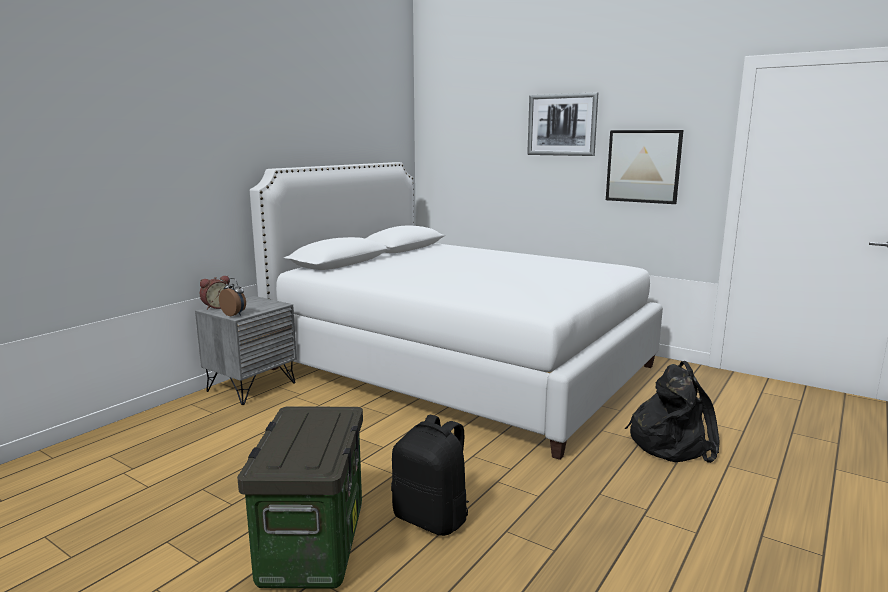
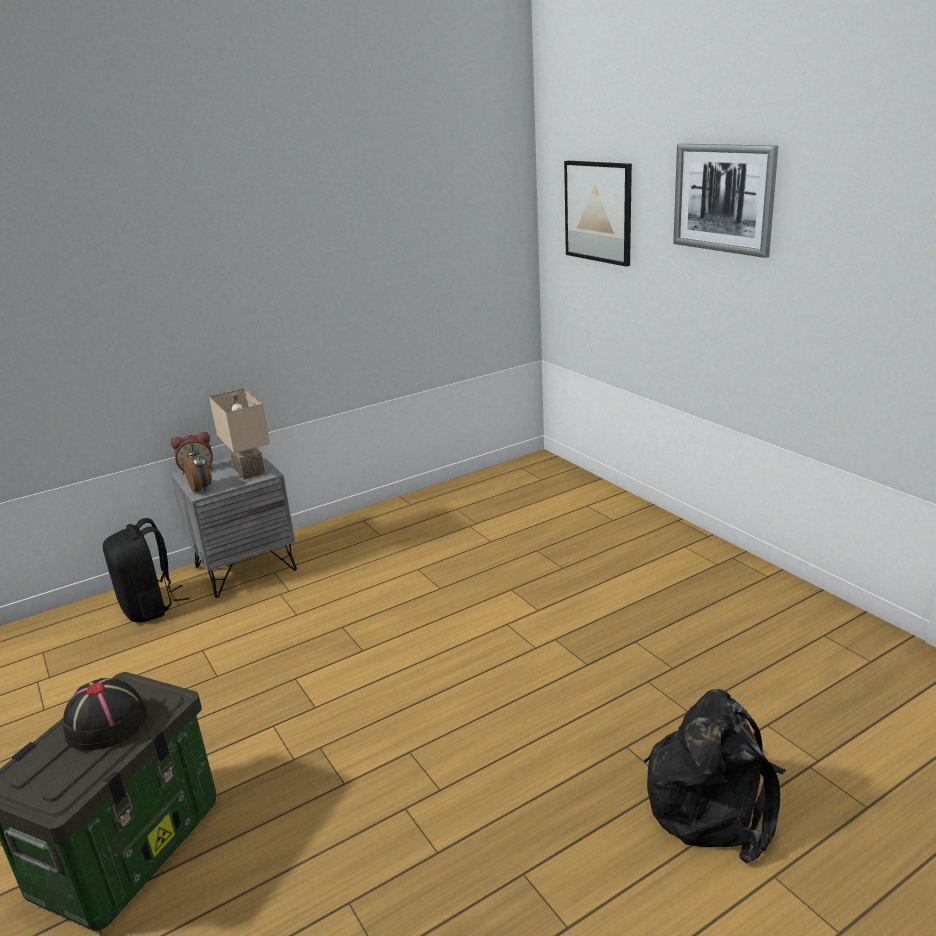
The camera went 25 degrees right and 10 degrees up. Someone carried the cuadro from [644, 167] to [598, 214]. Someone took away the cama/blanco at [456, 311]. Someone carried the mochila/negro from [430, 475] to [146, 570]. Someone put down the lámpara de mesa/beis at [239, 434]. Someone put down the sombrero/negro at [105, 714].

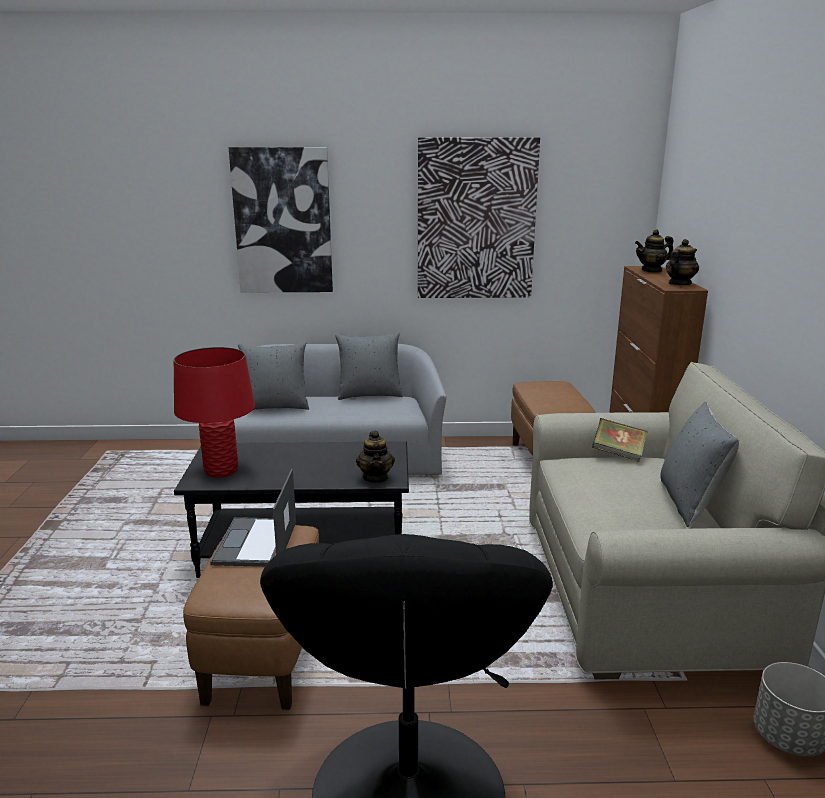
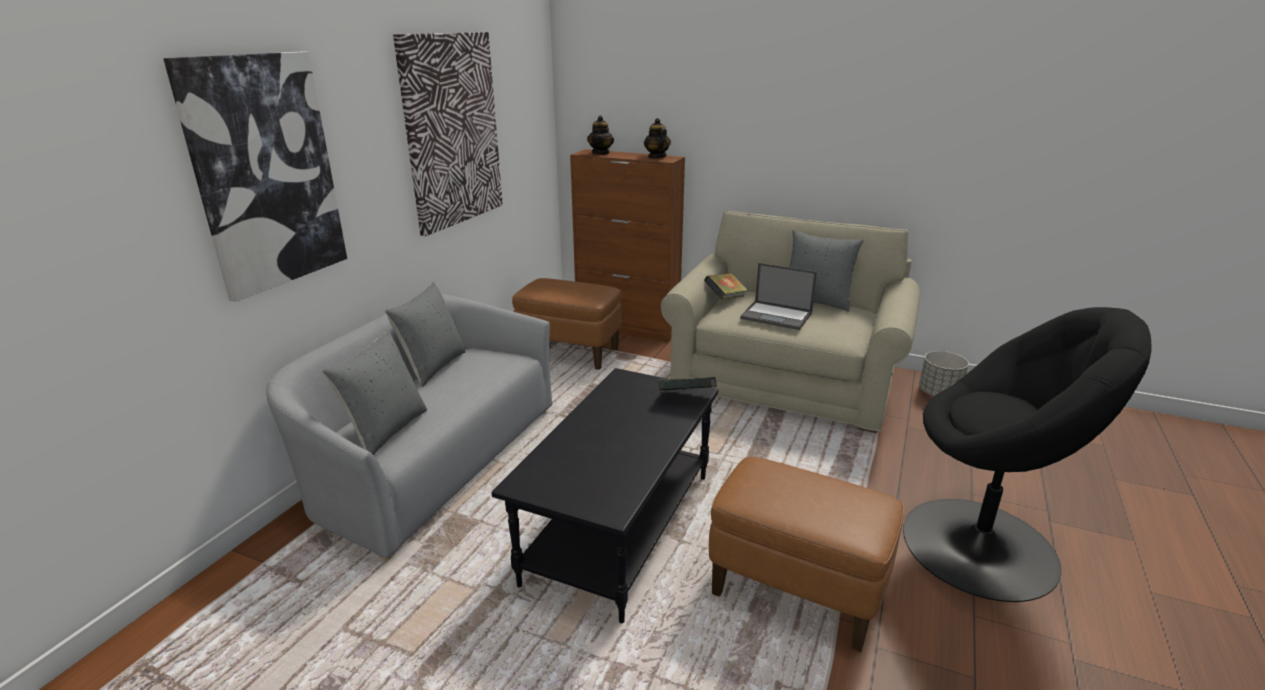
The camera went 65 degrees left and 5 degrees up. Someone took away the lámpara de mesa/rojo at [214, 412]. Someone swapped the tetera at [375, 457] for the libro at [688, 384]. Someone carried the portátil from [253, 518] to [778, 296].

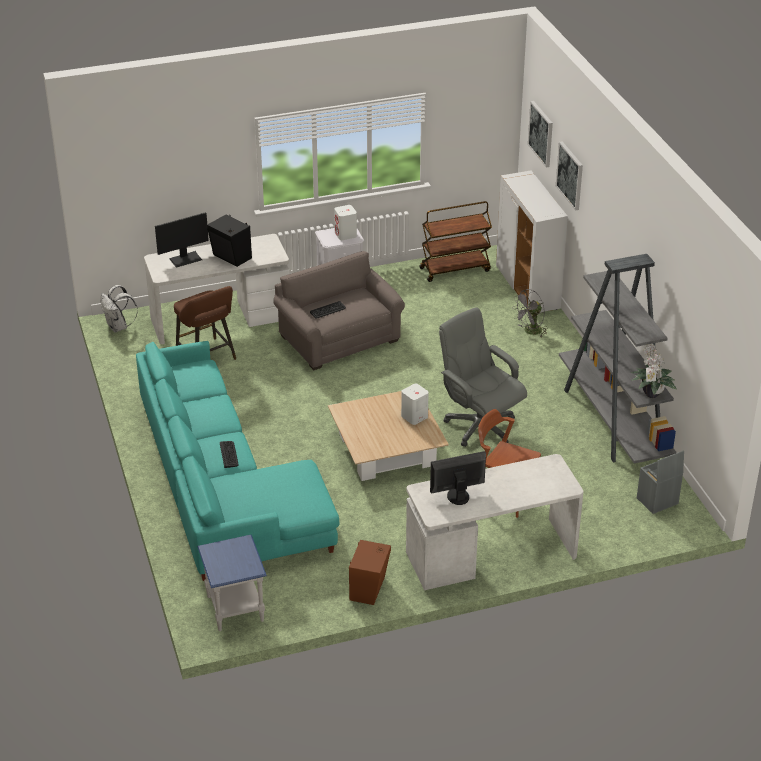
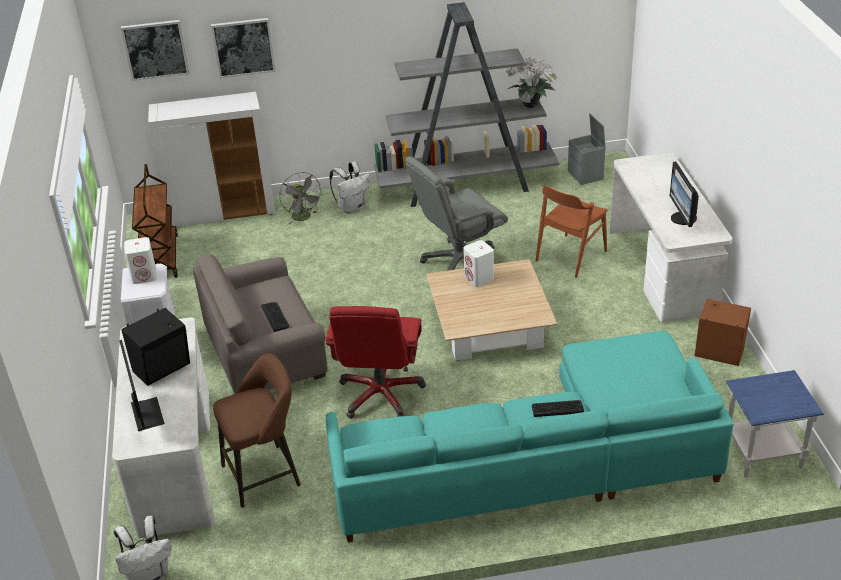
The camera went 80 degrees left and 0 degrees up. Someone put down the mochila/blanco at [350, 187]. Someone put down the silla de oficina/rojo at [375, 362].

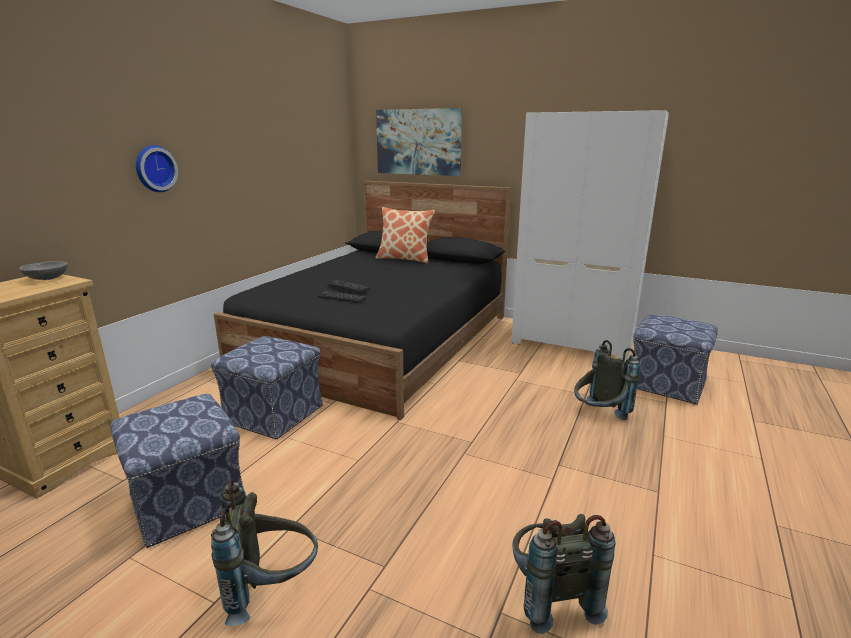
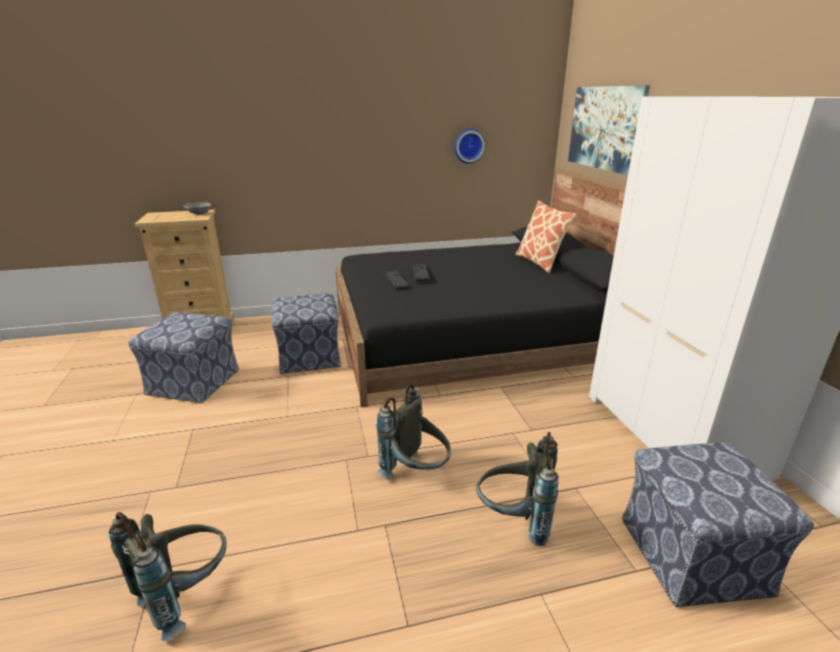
The camera went 50 degrees right and 5 degrees up. Someone carried the reloj de pared from [157, 168] to [469, 146]. Someone carried the mochila/gris from [264, 552] to [413, 431].

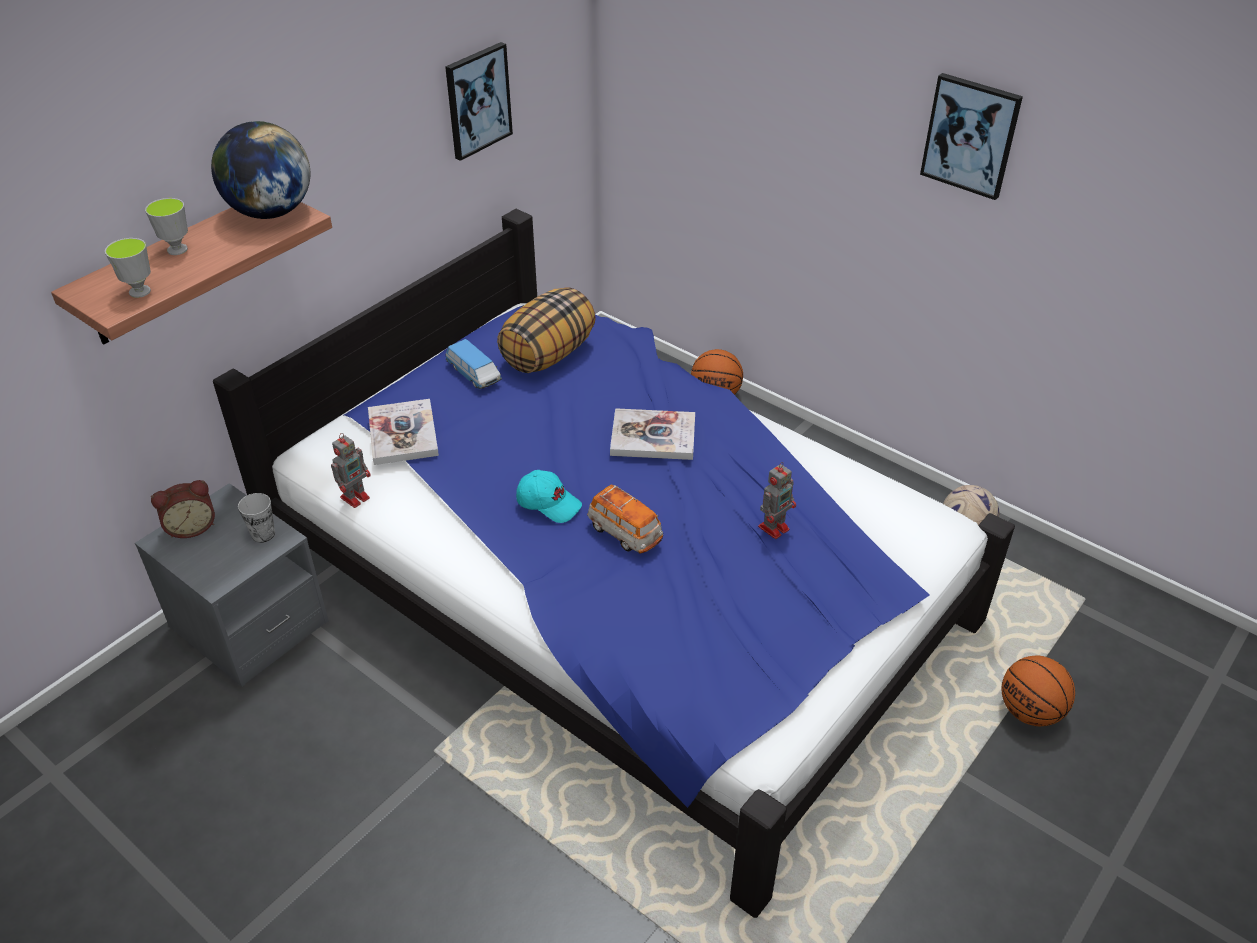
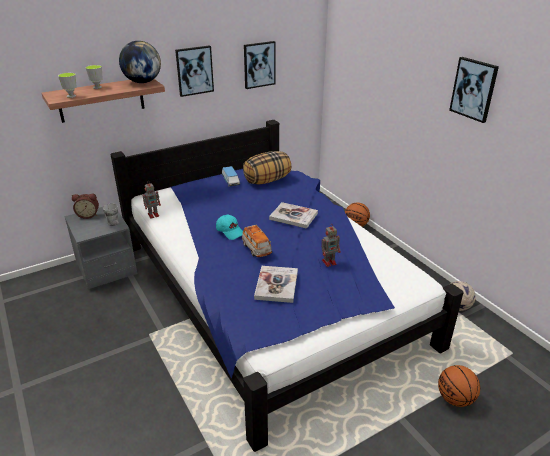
The camera went 20 degrees right and 10 degrees down. Someone carried the libro from [403, 432] to [276, 284]. Someone put up the cuadro at [194, 71].

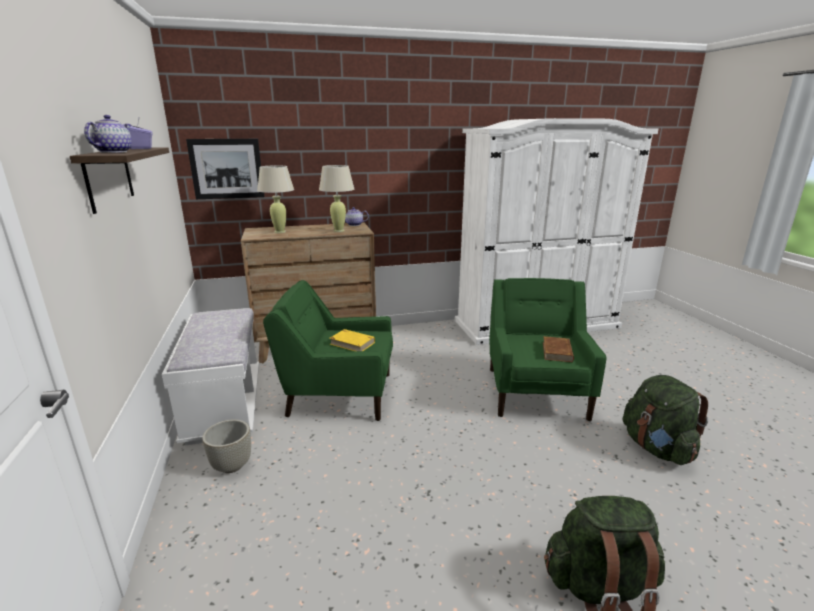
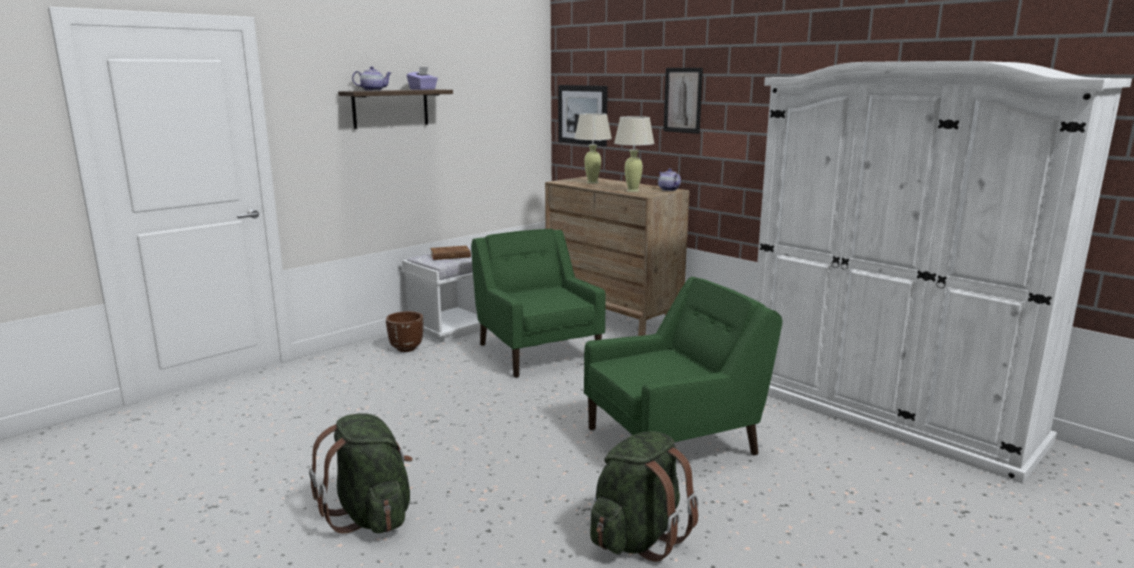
The camera went 60 degrees right and 5 degrees down. Someone took away the libro/amarillo at [352, 340]. Someone carried the libro/marrón from [558, 349] to [451, 253]. Someone repainted the maceta/gris at [226, 446], which became the maceta/marrón at [404, 331]. Someone put up the cuadro at [683, 101].

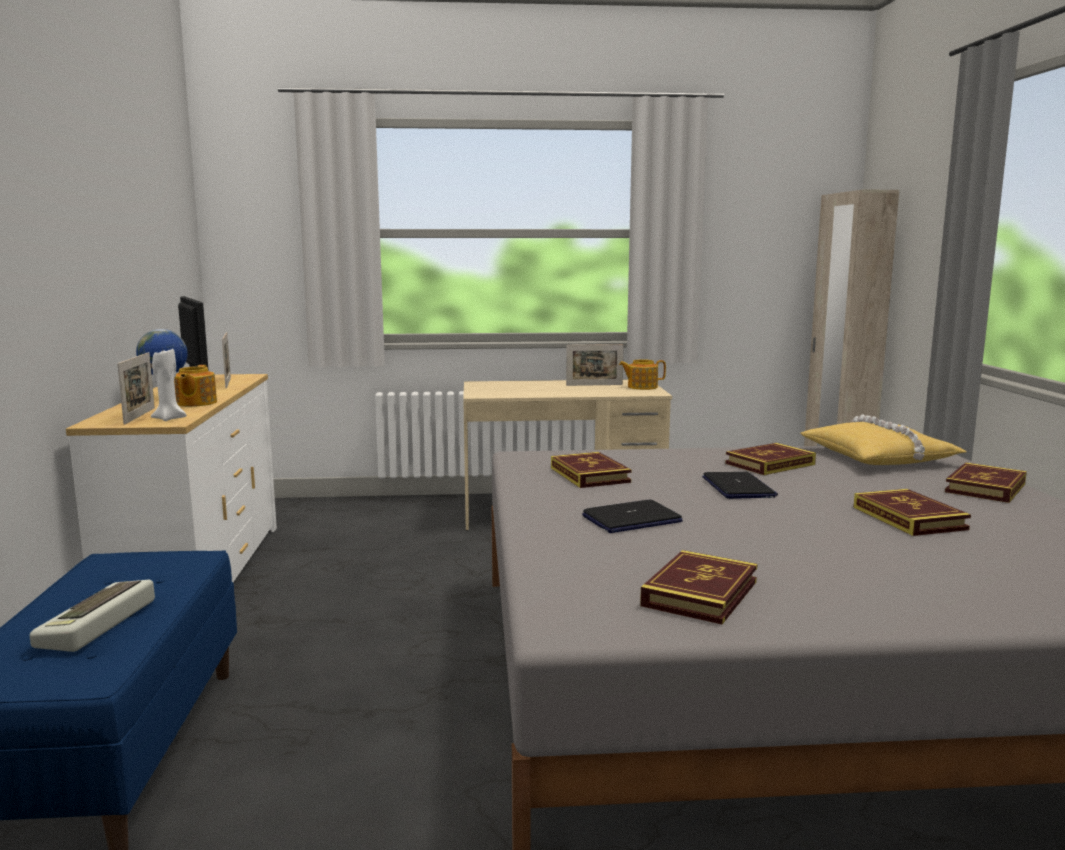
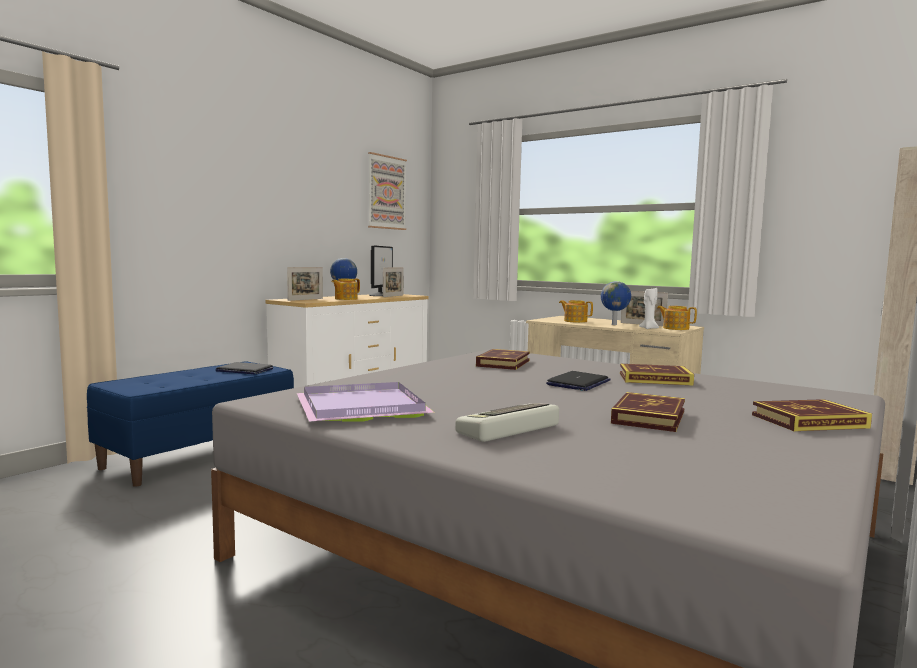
The camera went 40 degrees right and 5 degrees down. Someone carried the vela/blanco from [169, 384] to [649, 308]. Someone took away the cojín/amarillo at [883, 440]. Someone carried the portátil from [632, 516] to [244, 368]. Someone swapped the libro at [699, 587] for the bandeja/morado at [366, 402]. Someone carried the teclado from [92, 616] to [507, 422]. Someone put up the cuadro at [387, 191]. Someone put down the globo terráqueo at [616, 303]. Someone put down the tetera at [576, 311].

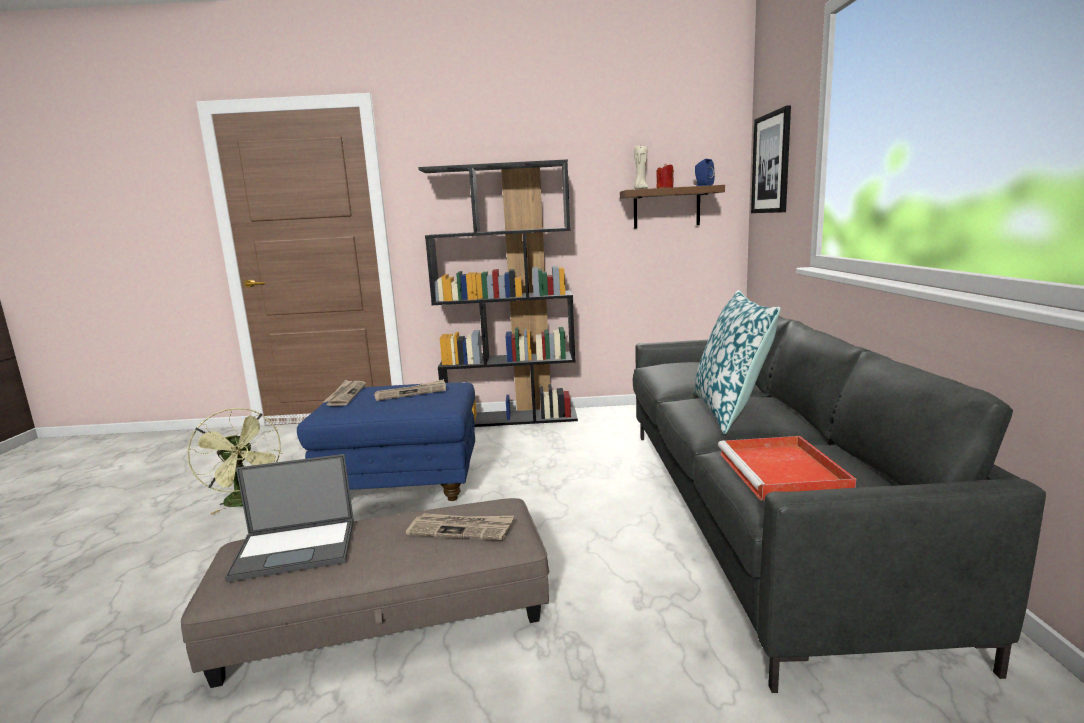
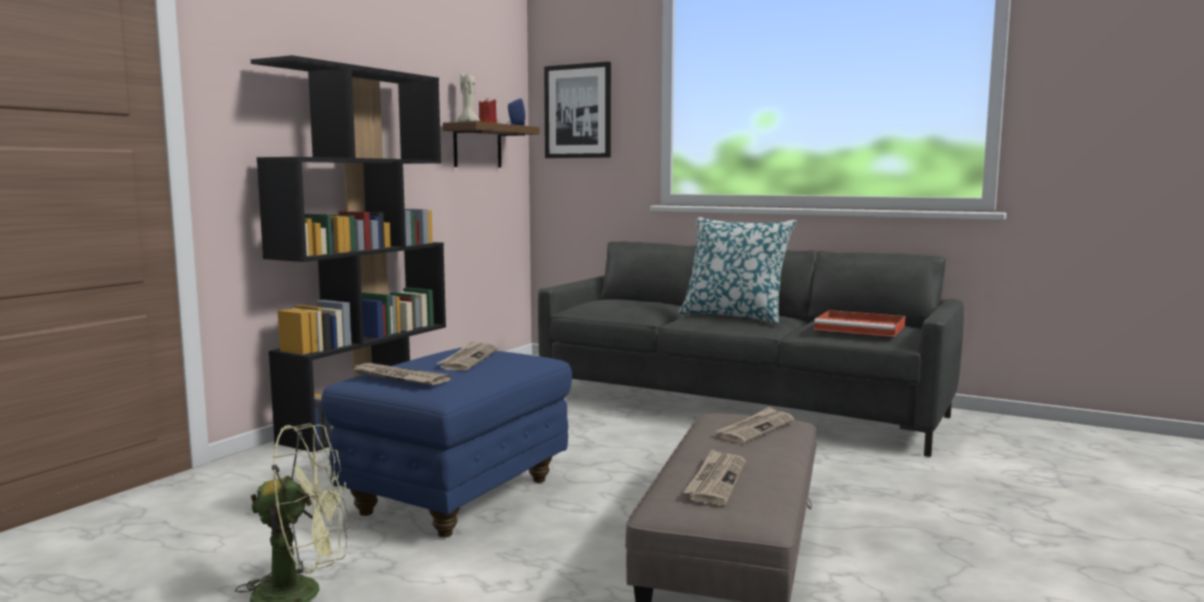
The camera went 60 degrees left and 5 degrees down. Someone swapped the portátil at [289, 518] for the periódico at [714, 477].

